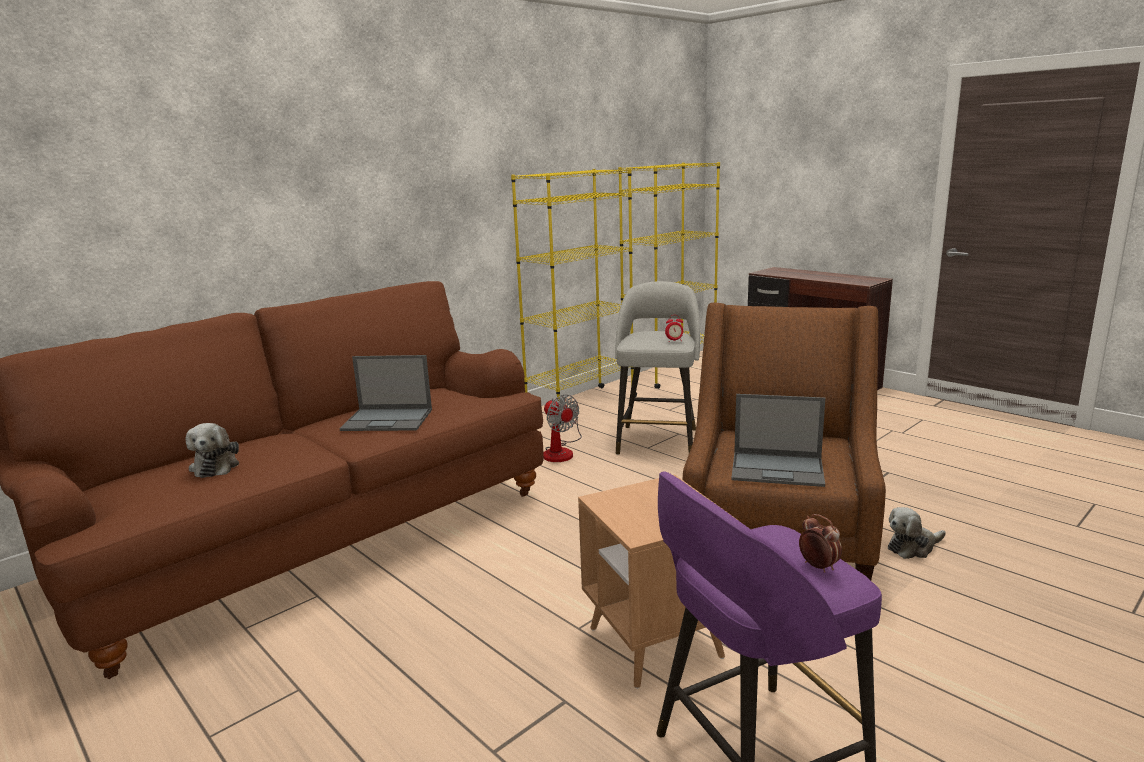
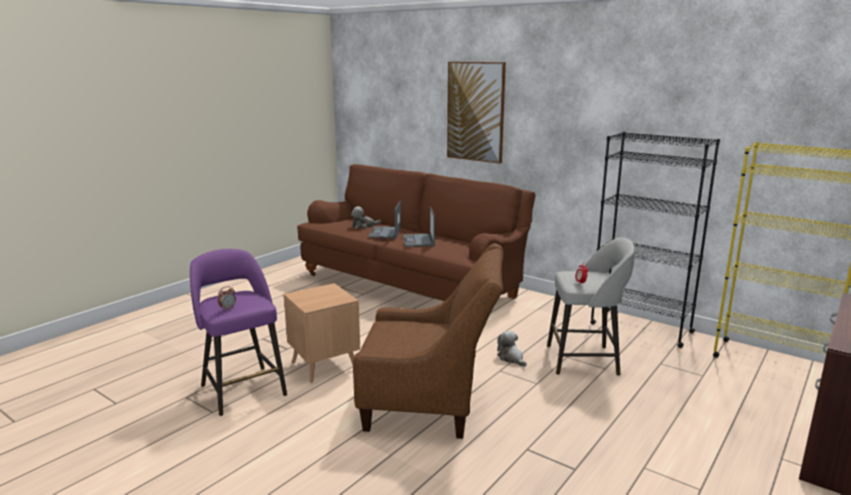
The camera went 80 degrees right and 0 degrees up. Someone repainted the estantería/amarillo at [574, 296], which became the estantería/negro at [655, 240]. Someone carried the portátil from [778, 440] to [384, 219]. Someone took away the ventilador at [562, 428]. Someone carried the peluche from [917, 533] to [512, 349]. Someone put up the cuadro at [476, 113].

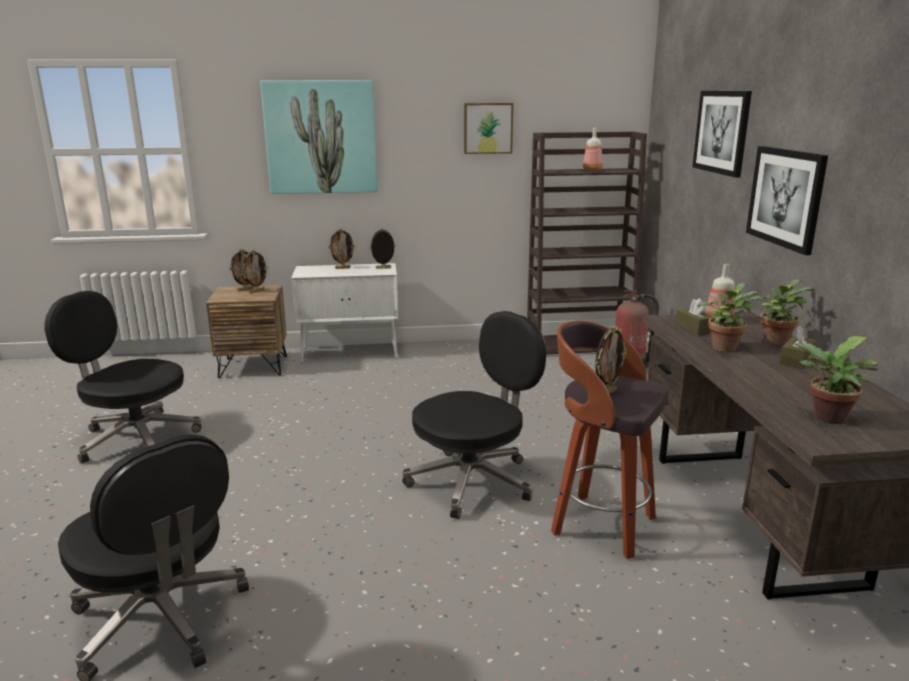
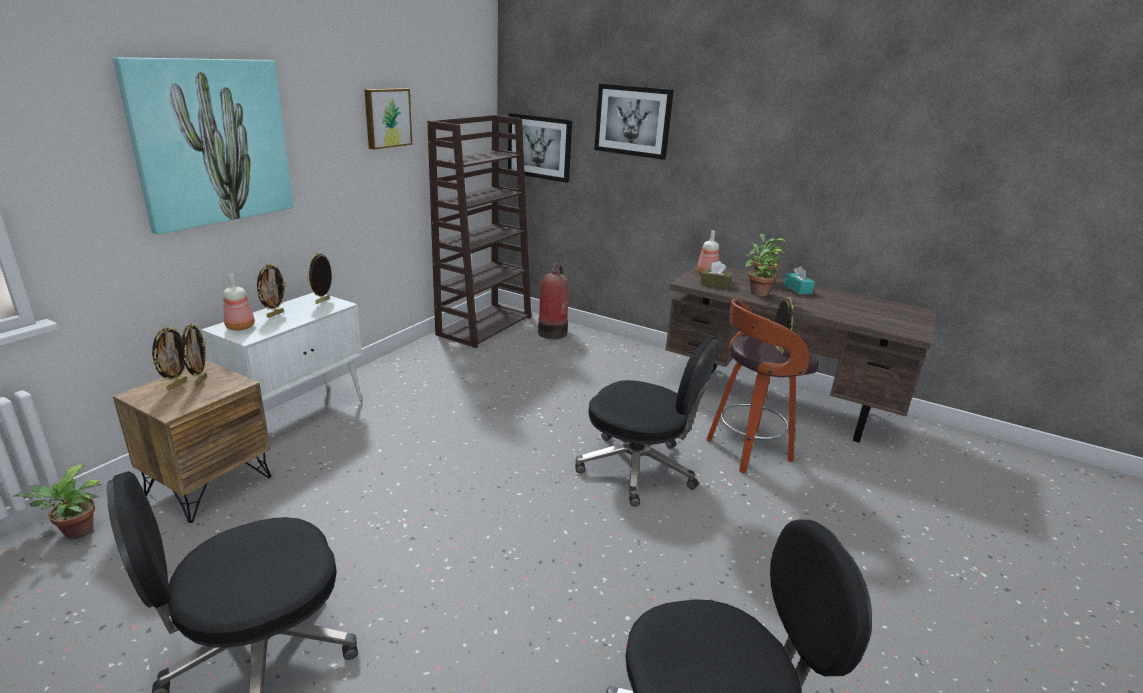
The camera went 55 degrees left and 5 degrees up. Someone carried the botella from [593, 149] to [239, 302]. Someone carried the cuadro from [787, 200] to [540, 148]. Someone rotated the silla de oficina/negro at [474, 415] by 120 degrees clockwise. Someone repainted the caja de pañuelos/marrón at [798, 347], which became the caja de pañuelos/turquesa at [799, 280]. Someone carried the planta en maceta from [834, 380] to [57, 501].

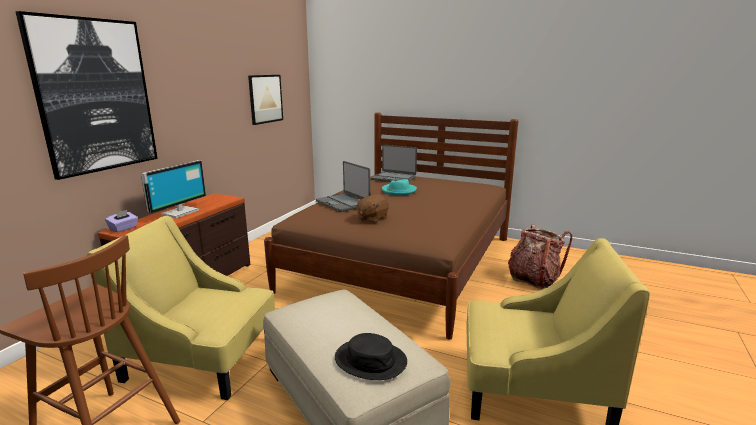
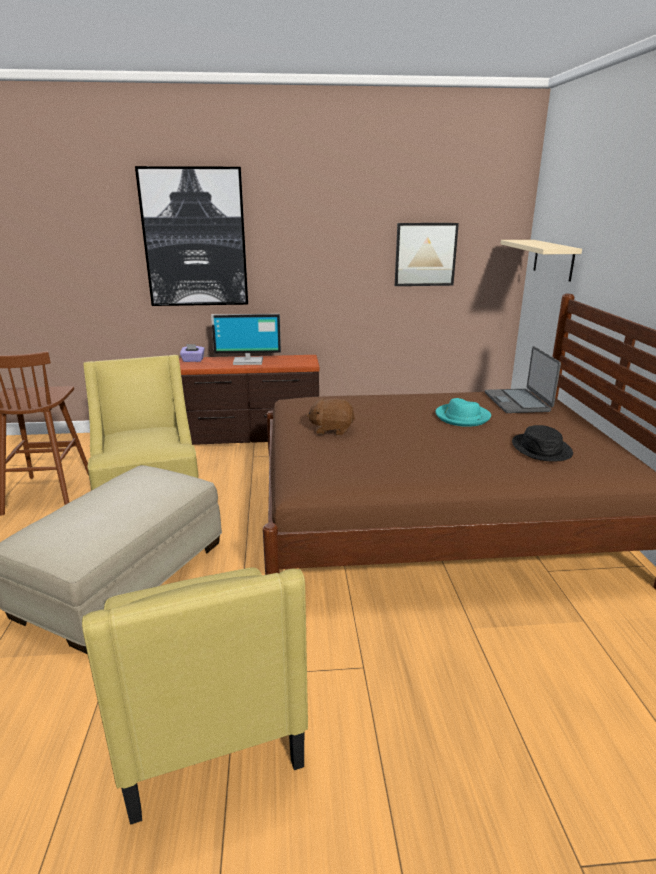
The camera went 60 degrees right and 5 degrees up. Someone took away the portátil at [343, 186]. Someone took away the mochila at [540, 256]. Someone carried the sombrero/negro from [371, 356] to [542, 443]. Someone put up the estante/beis at [541, 261].

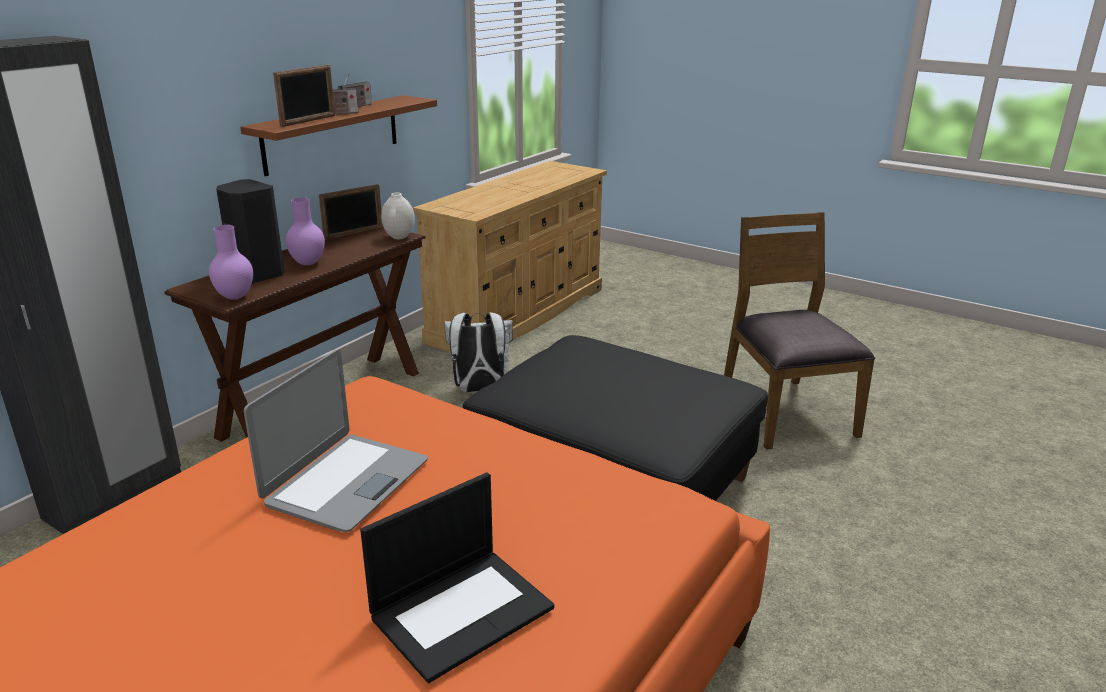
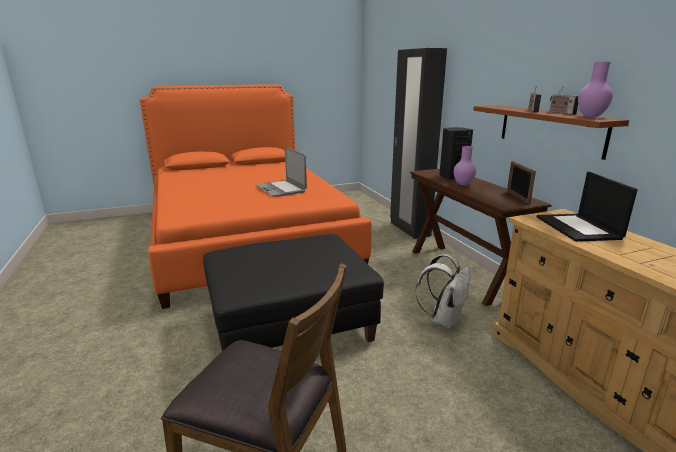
The camera went 125 degrees right and 5 degrees down. Someone took away the portarretratos at [304, 96]. Someone took away the florero/blanco at [398, 216]. Someone carried the florero/morado from [231, 262] to [595, 90]. Someone carried the portátil from [457, 577] to [587, 207].

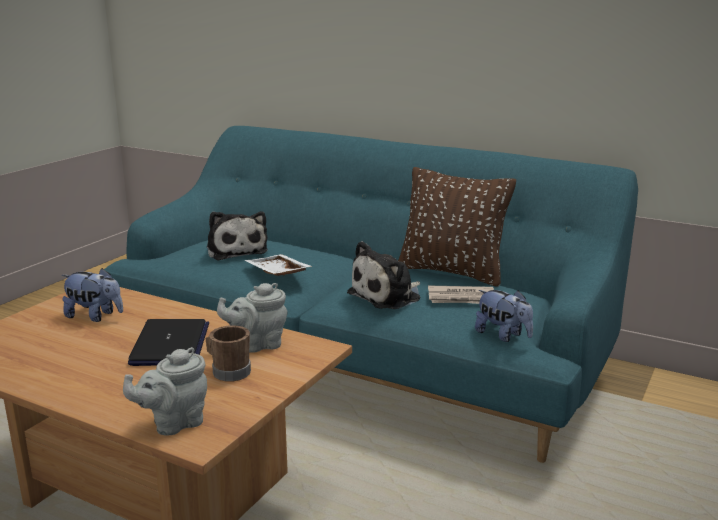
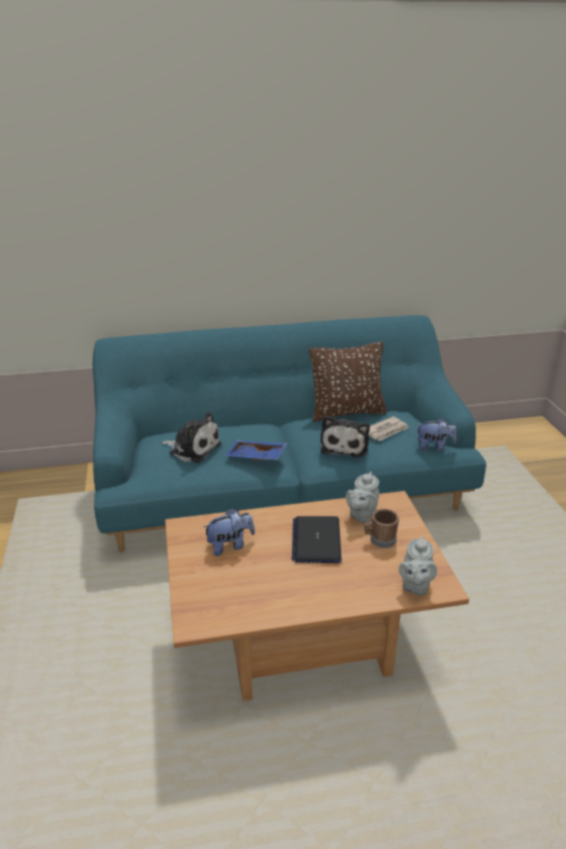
The camera went 40 degrees left and 10 degrees up. Someone repainted the bandeja/blanco at [278, 265], which became the bandeja/azul at [256, 450]. Someone rotated the portátil at [168, 342] by 135 degrees counterclockwise.

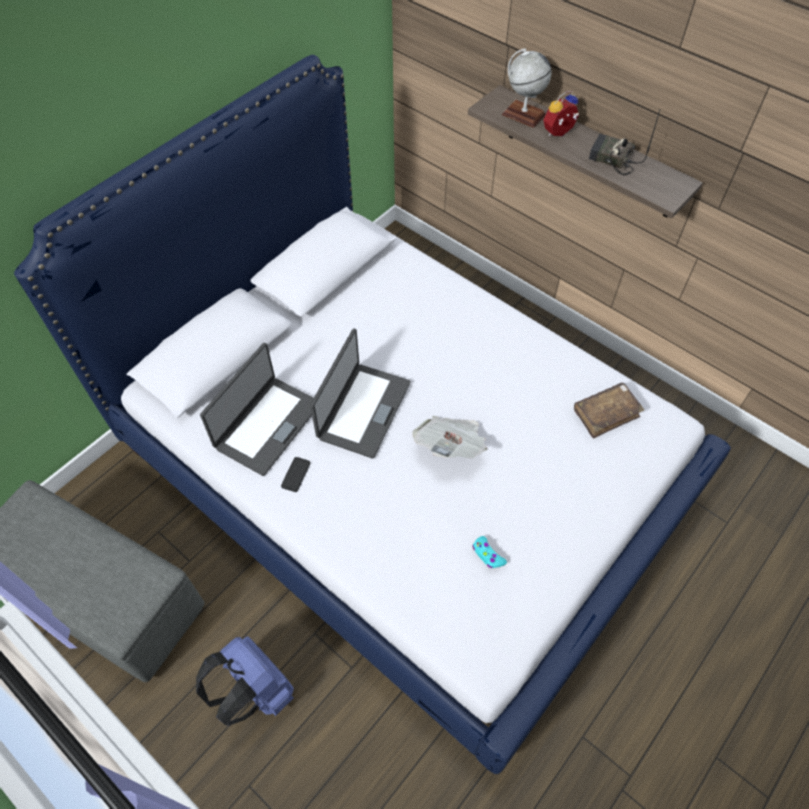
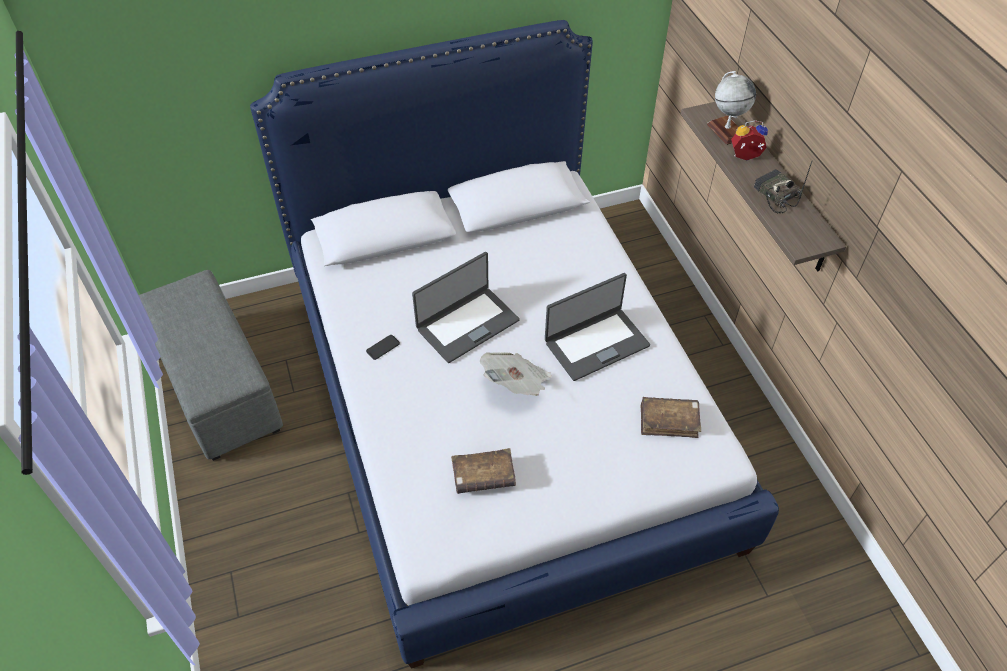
The camera went 30 degrees right and 5 degrees down. Someone carried the portátil from [257, 409] to [597, 327]. Someone swapped the mando de consola/turquesa at [489, 552] for the libro/marrón at [483, 471]. Someone took away the mochila/azul at [245, 681].

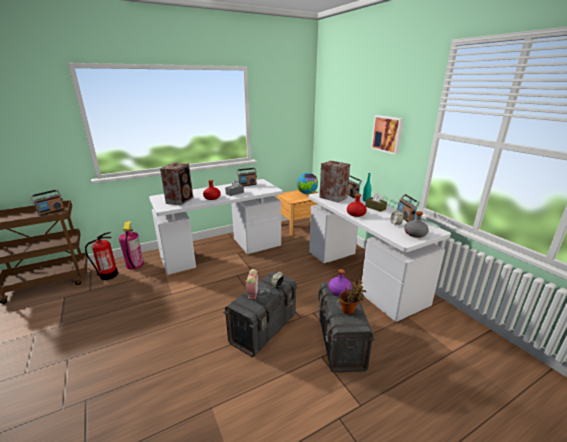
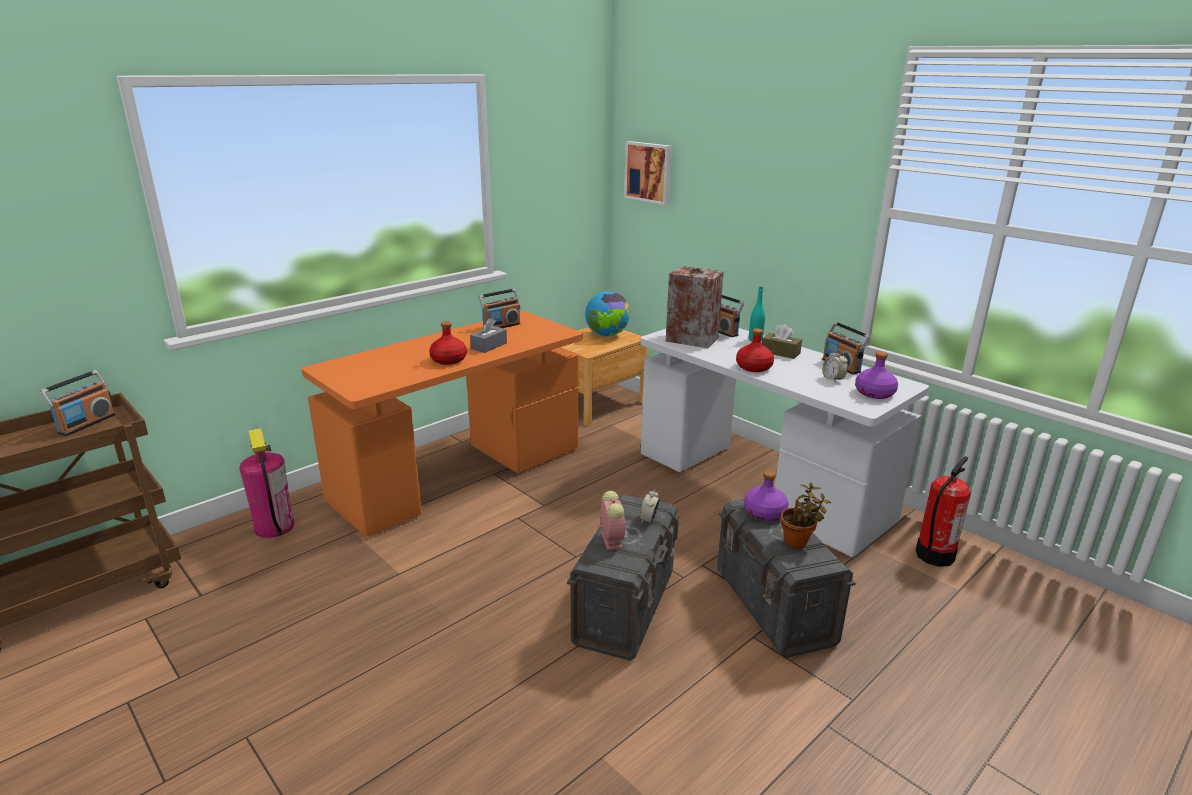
The camera went 15 degrees left and 0 degrees up. Someone carried the cuadro from [387, 135] to [648, 173]. Someone took away the altavoz at [176, 184]. Someone repainted the escritorio/blanco at [215, 227], which became the escritorio/naranja at [442, 424]. Someone repainted the botella/gris at [416, 224], which became the botella/morado at [876, 375]. Someone carried the extintor from [101, 256] to [943, 511].

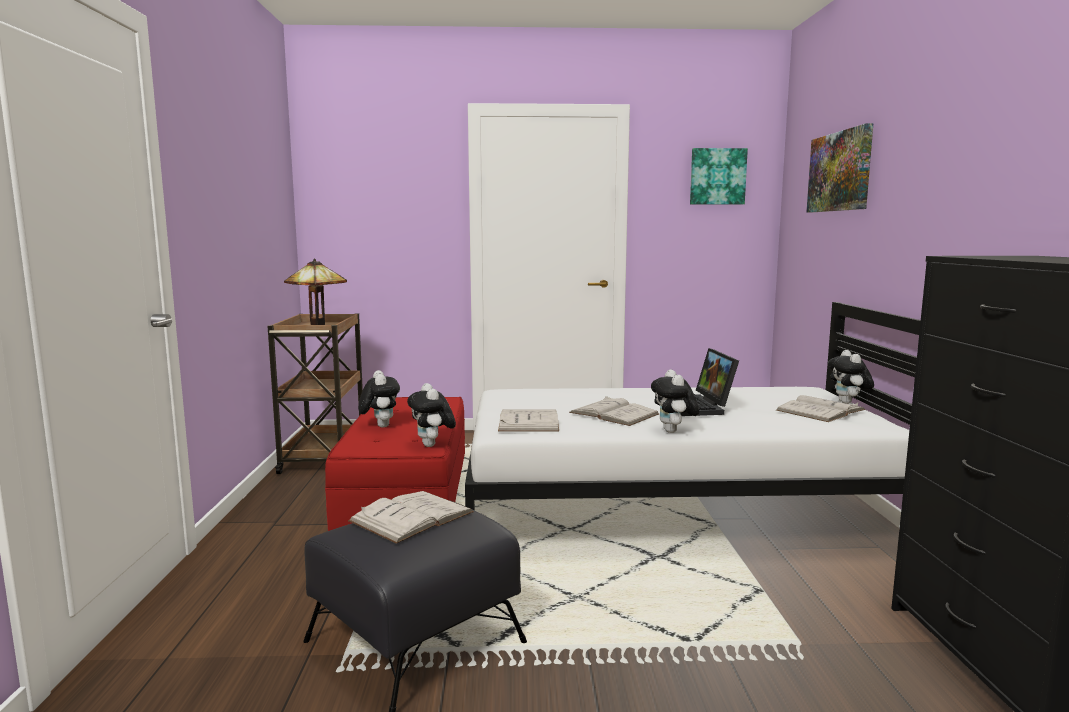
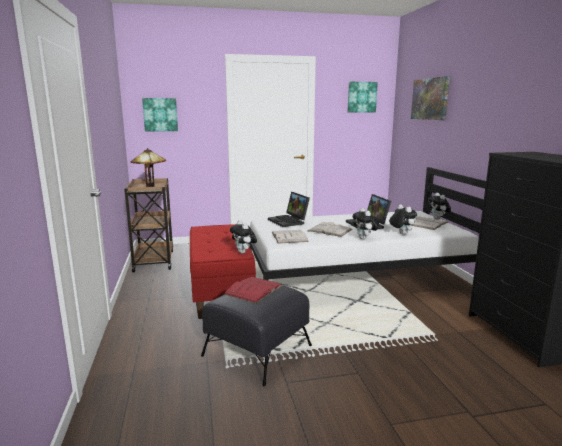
The camera went 10 degrees left and 5 degrees up. Someone carried the peluche from [379, 399] to [403, 219]. Someone repainted the libro/blanco at [411, 517], which became the libro/rojo at [253, 290]. Someone put up the cuadro at [160, 115]. Someone put down the portátil at [289, 209].

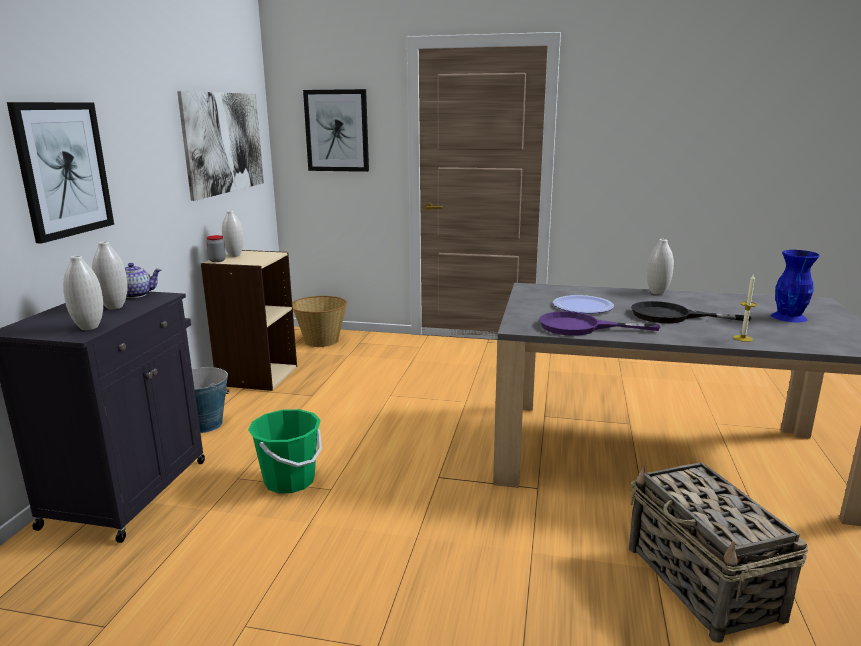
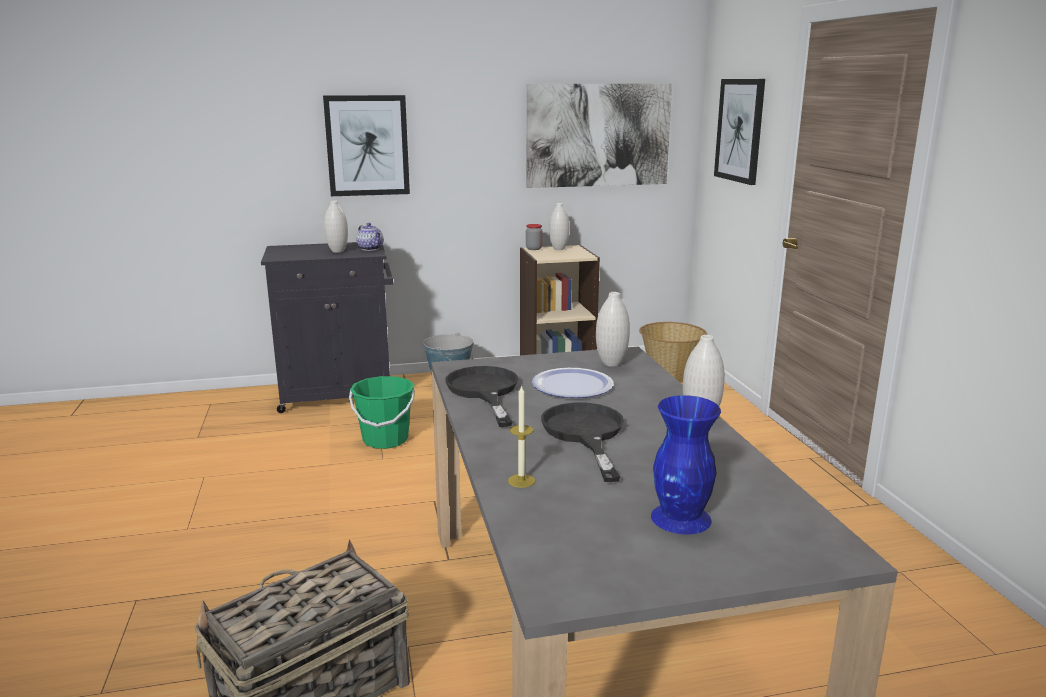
The camera went 65 degrees right and 0 degrees up. Someone carried the florero/blanco from [83, 292] to [613, 329]. Someone repainted the sartén/morado at [599, 323], which became the sartén/negro at [481, 396].

